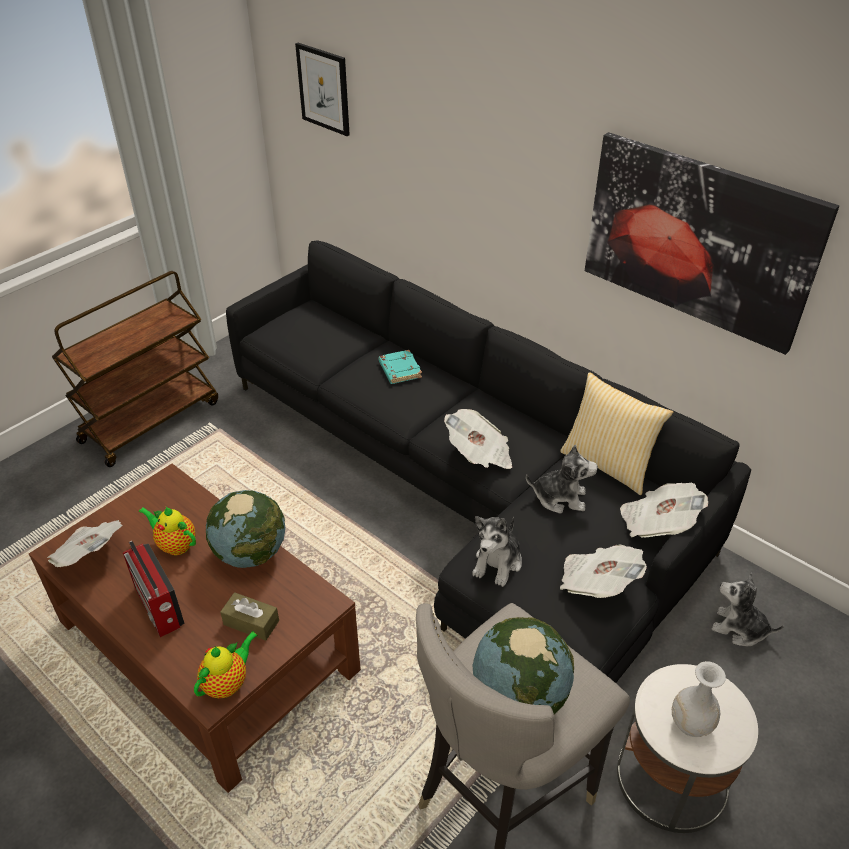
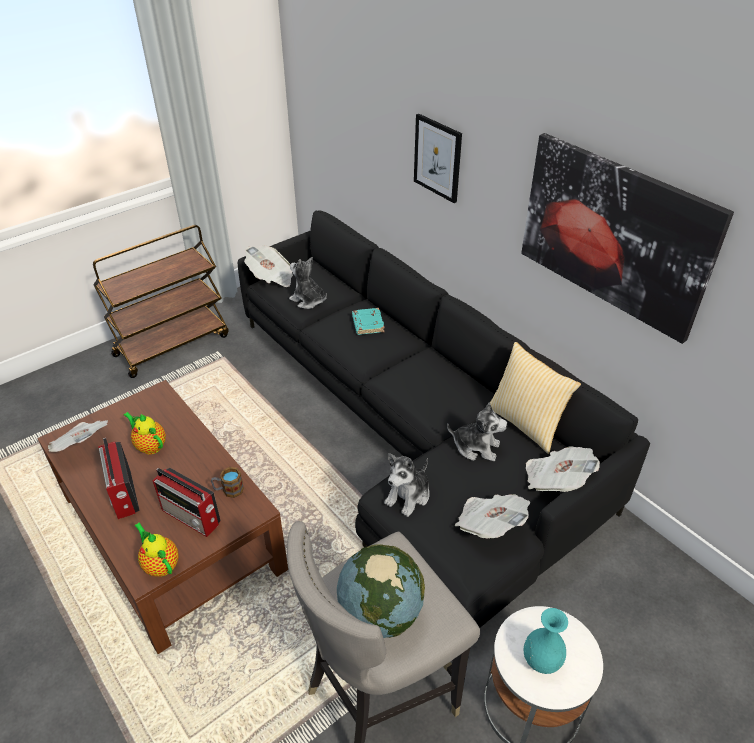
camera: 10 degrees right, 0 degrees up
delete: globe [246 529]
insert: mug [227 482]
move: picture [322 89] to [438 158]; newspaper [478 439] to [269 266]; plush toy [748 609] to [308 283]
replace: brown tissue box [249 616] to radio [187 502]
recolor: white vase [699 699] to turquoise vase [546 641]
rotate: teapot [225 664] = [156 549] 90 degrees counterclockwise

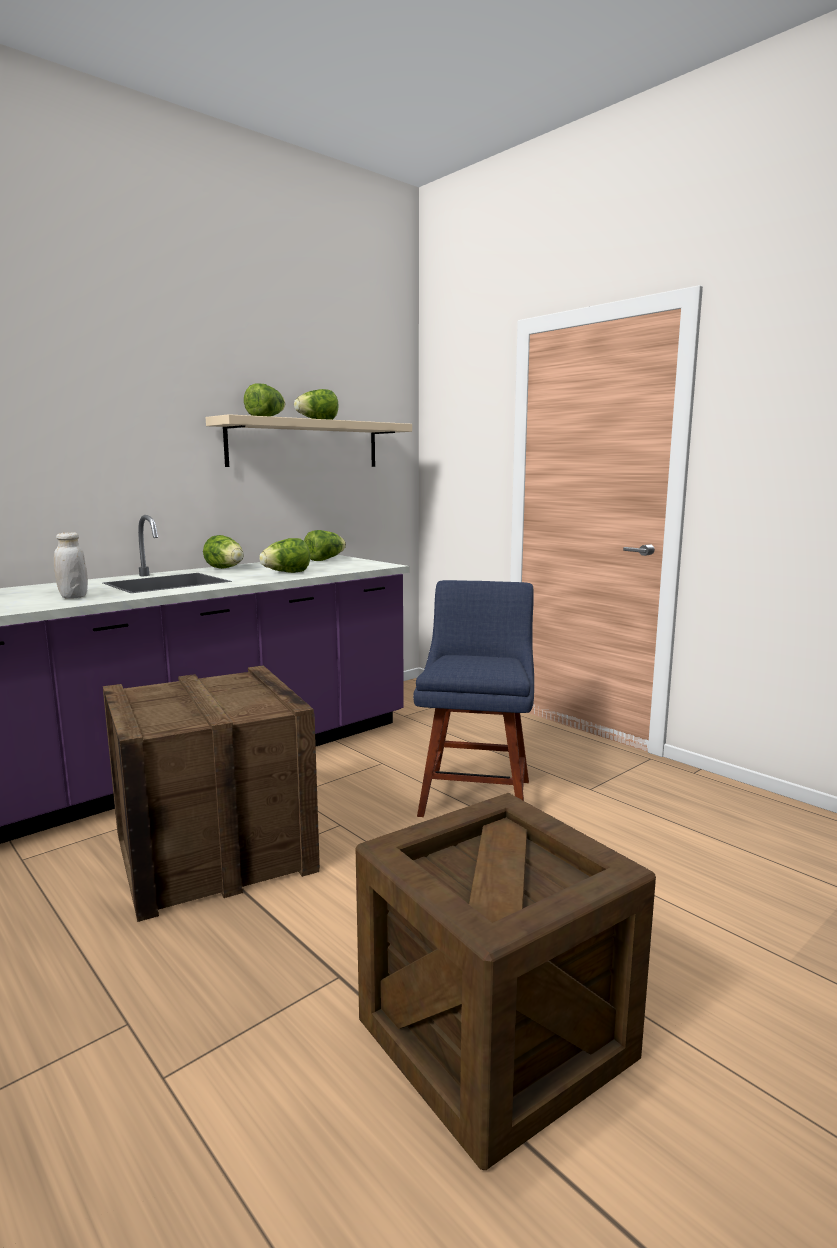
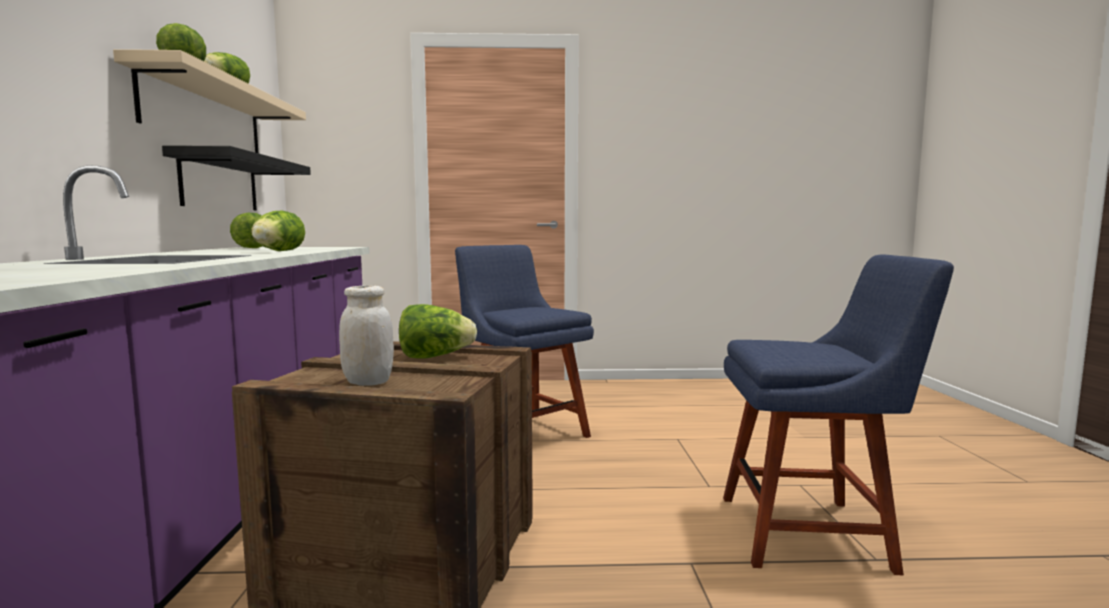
camera: 50 degrees left, 5 degrees down
insert: black shelf [236 177]
move: white jar [71 565] to [366 335]; lettuce [223 552] to [438 331]
replace: crate [506 981] to blue chair [838 414]

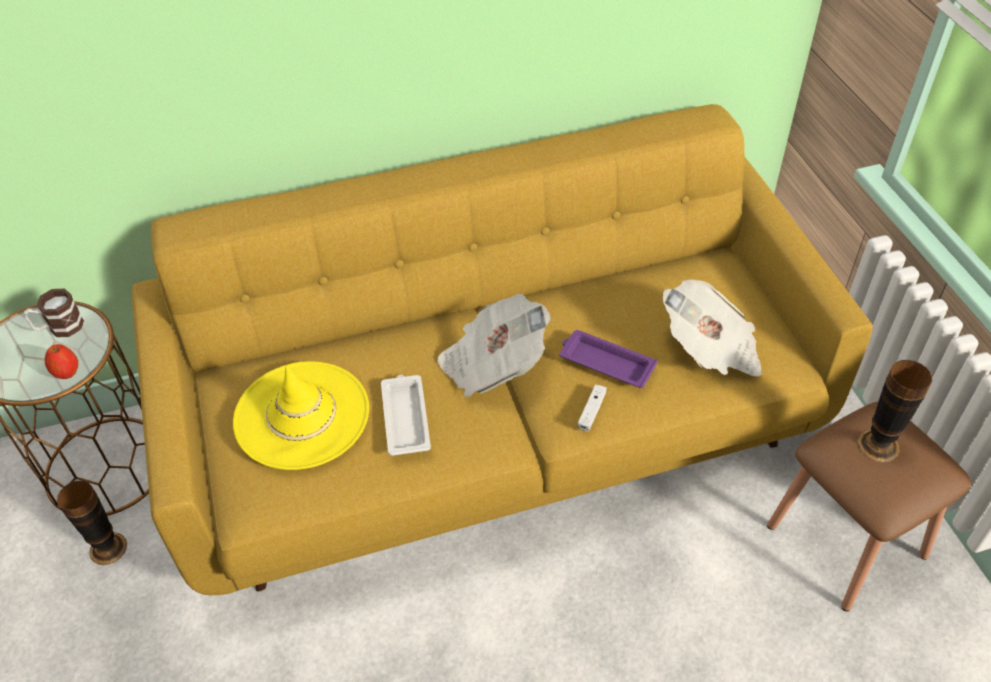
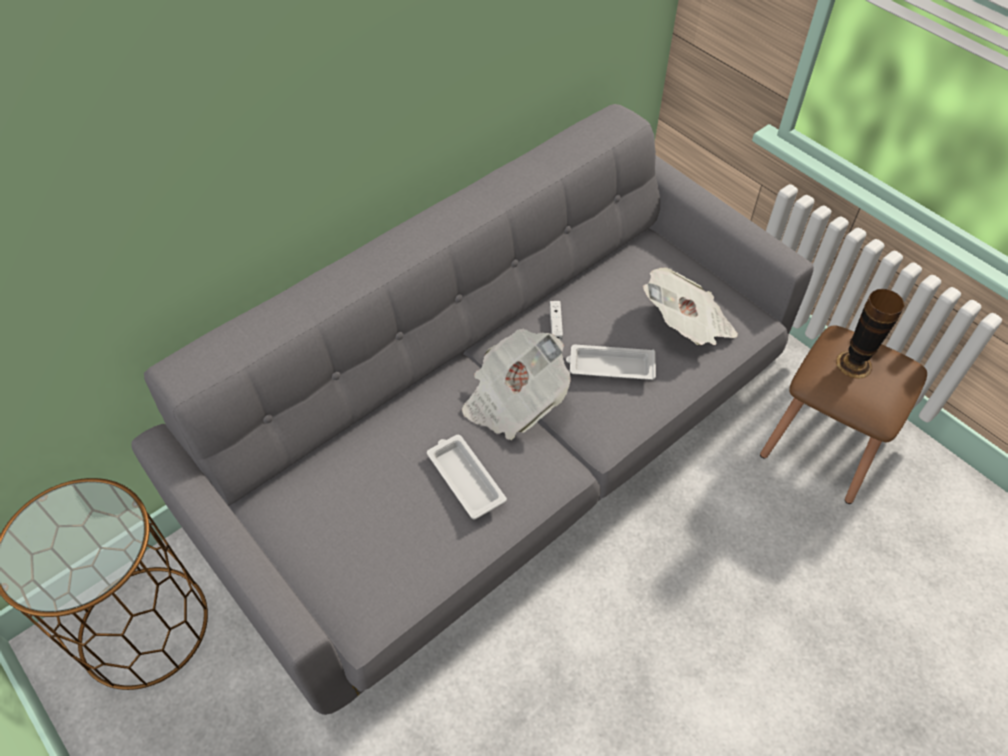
camera: 25 degrees left, 5 degrees up
delete: mug [54 313]; apple [61 361]; vase [92 522]; yellow hat [301 415]
move: white game controller [592 408] to [556 320]
recolor: yellow sofa [502 349] to grey sofa [472 409]; purple tray [608 359] to white tray [611 362]

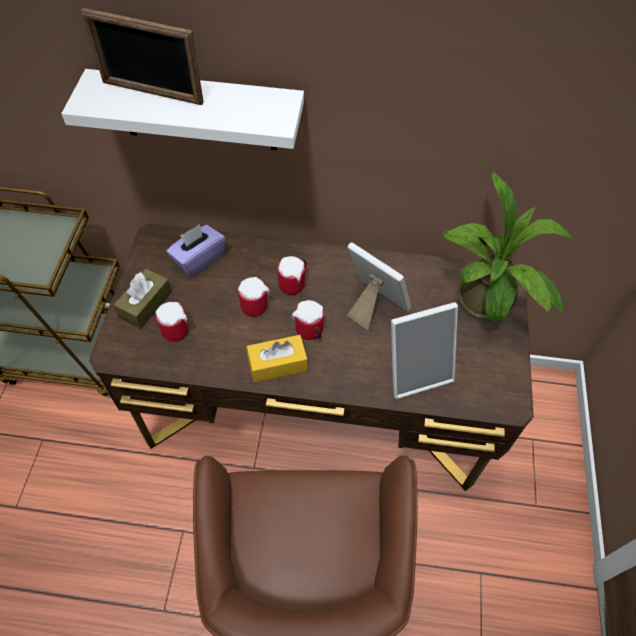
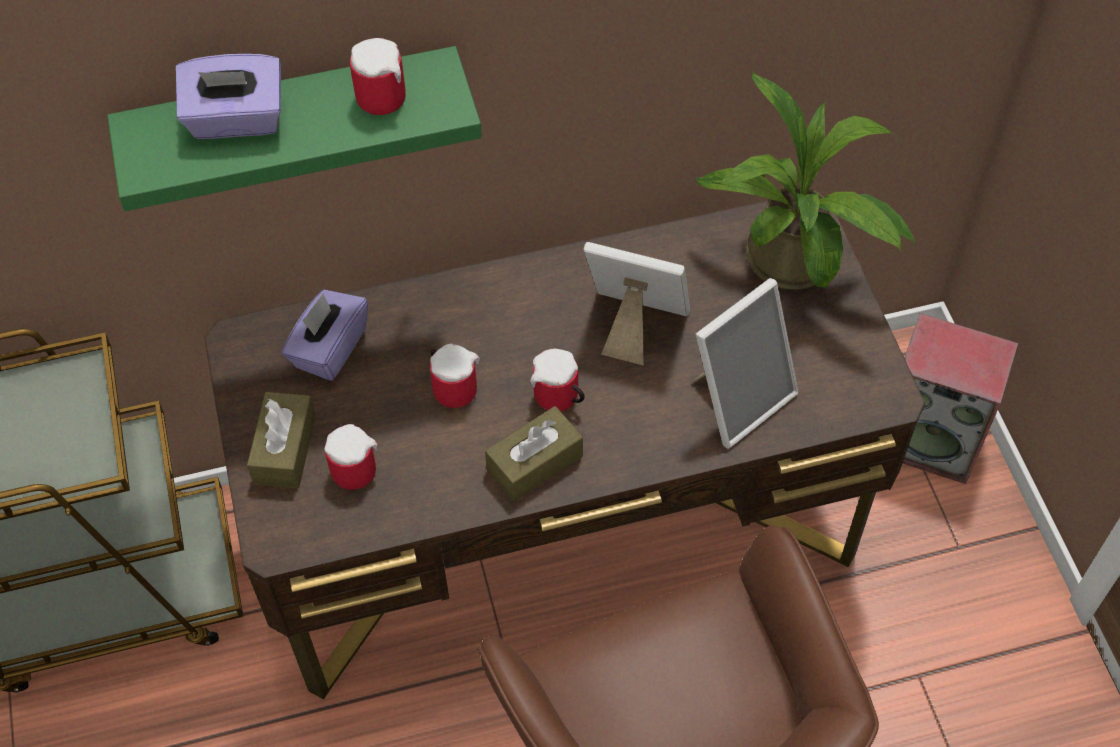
camera: 20 degrees left, 0 degrees up
insert: speaker [960 398]
move: mug [292 275] to [378 76]
replace: picture frame [142 56] to purple tissue box [228 96]
recolor: white shelf [182 109] to green shelf [294 128]; yellow tissue box [277 358] to brown tissue box [534 454]

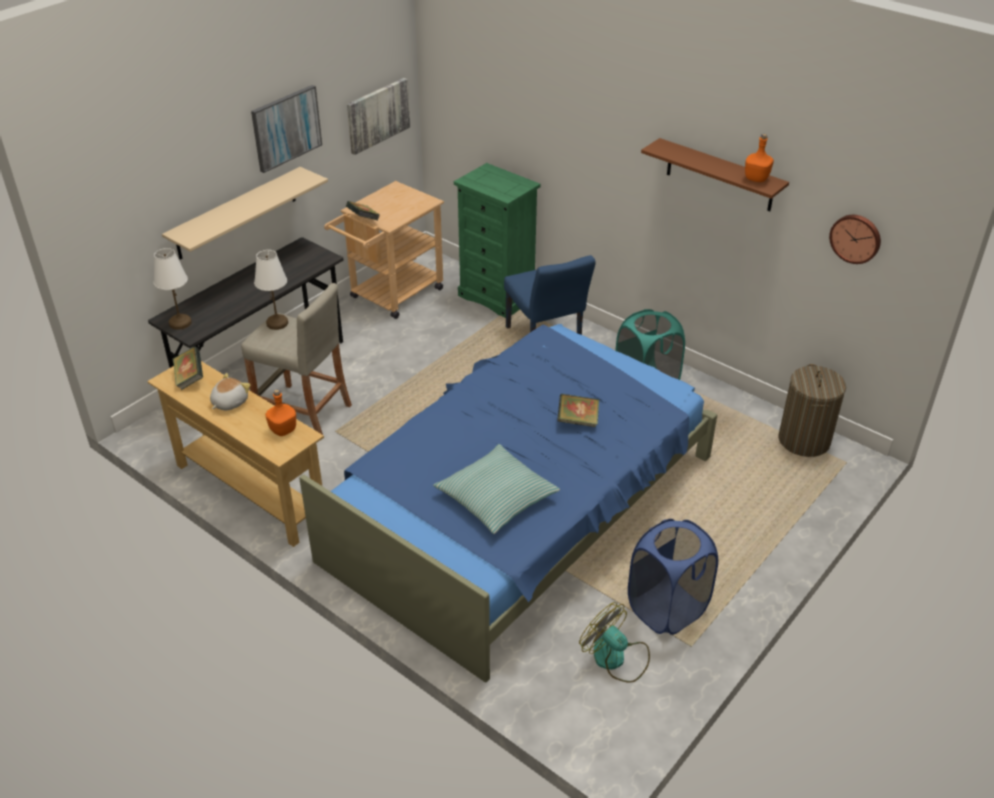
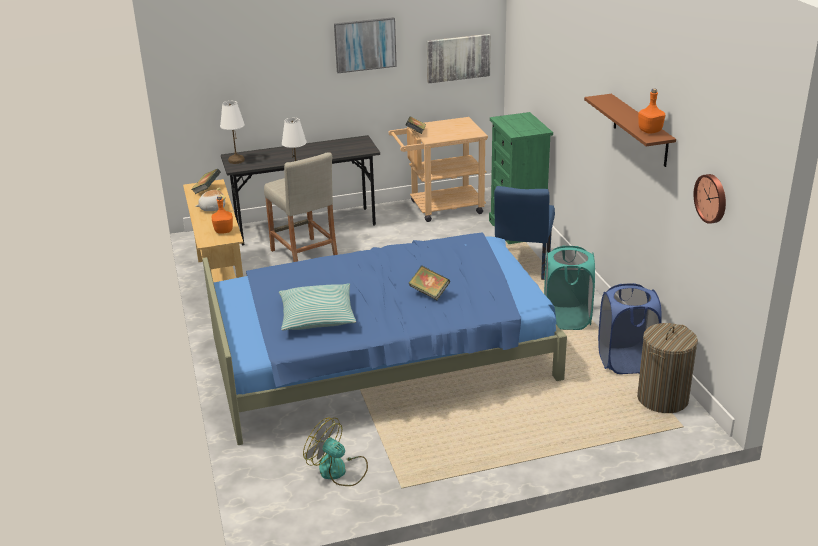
camera: 35 degrees right, 10 degrees down
delete: beige shelf [245 213]
move: blue laundry basket [673 577] to [630 328]
rotate: fan [614 642] = [335 451] 45 degrees counterclockwise

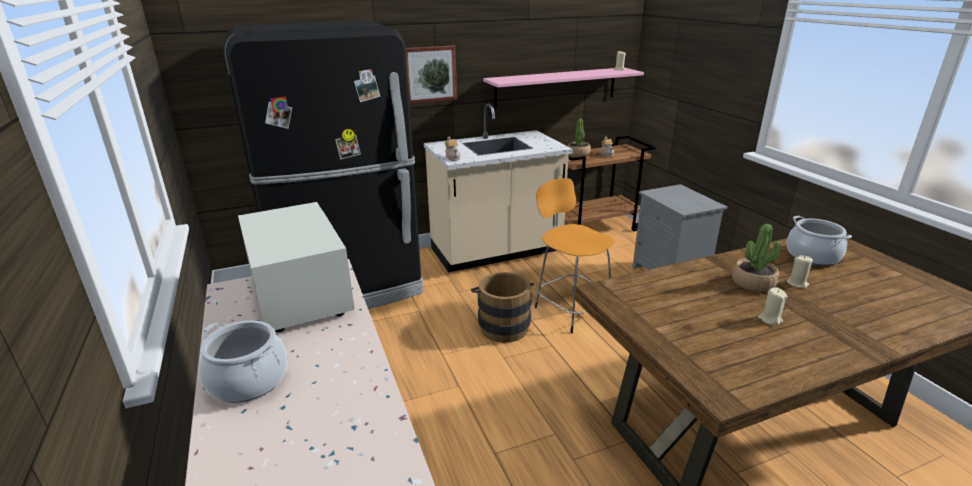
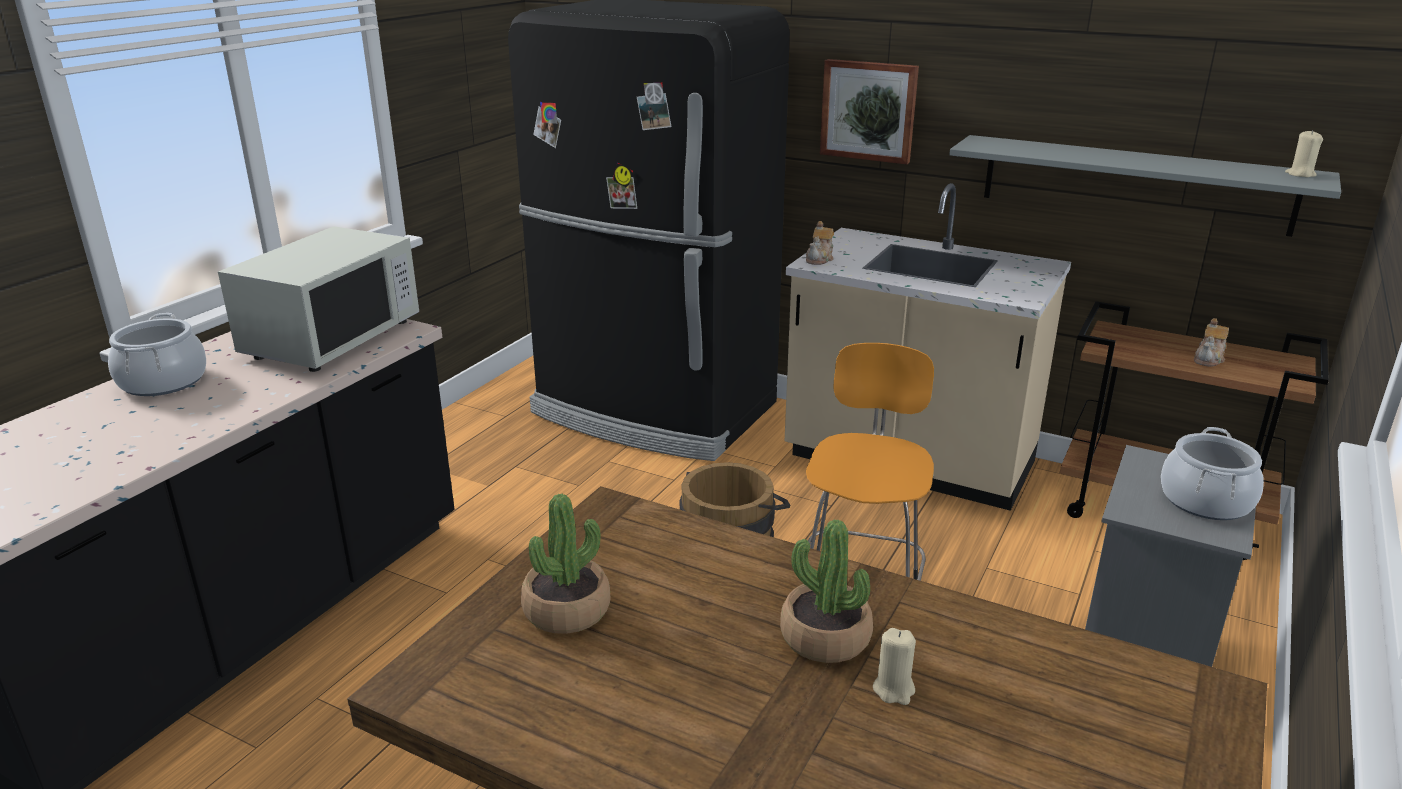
camera: 50 degrees right, 0 degrees up
delete: beige candle [773 306]
move: potted plant [579 138] to [565 564]; cooking pot [819 241] to [1212 473]
recolor: pink shelf [563 88] to grey shelf [1145 186]

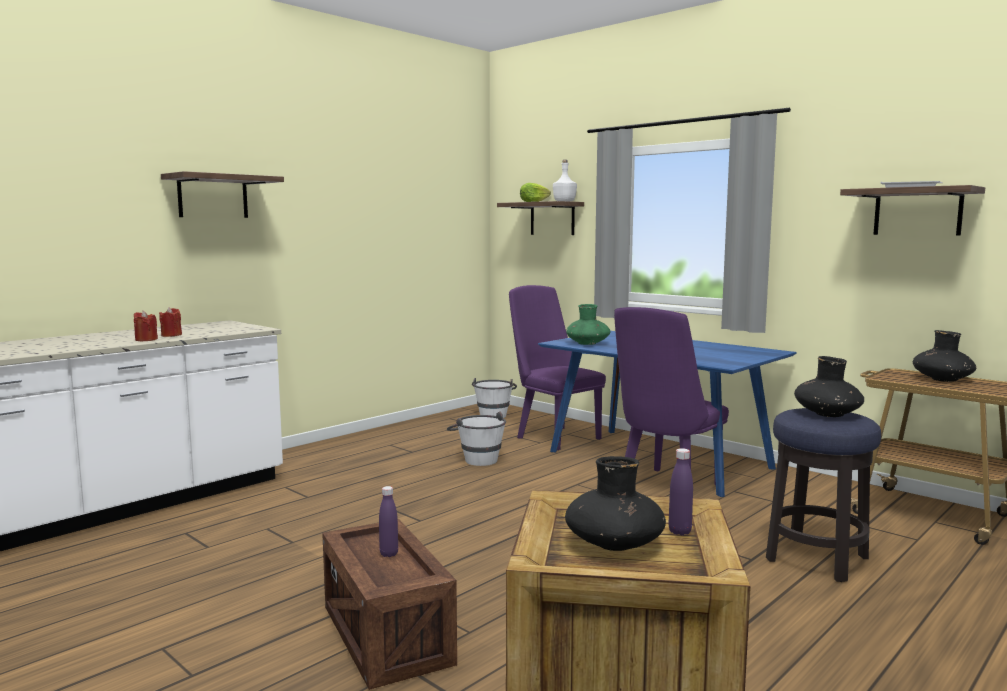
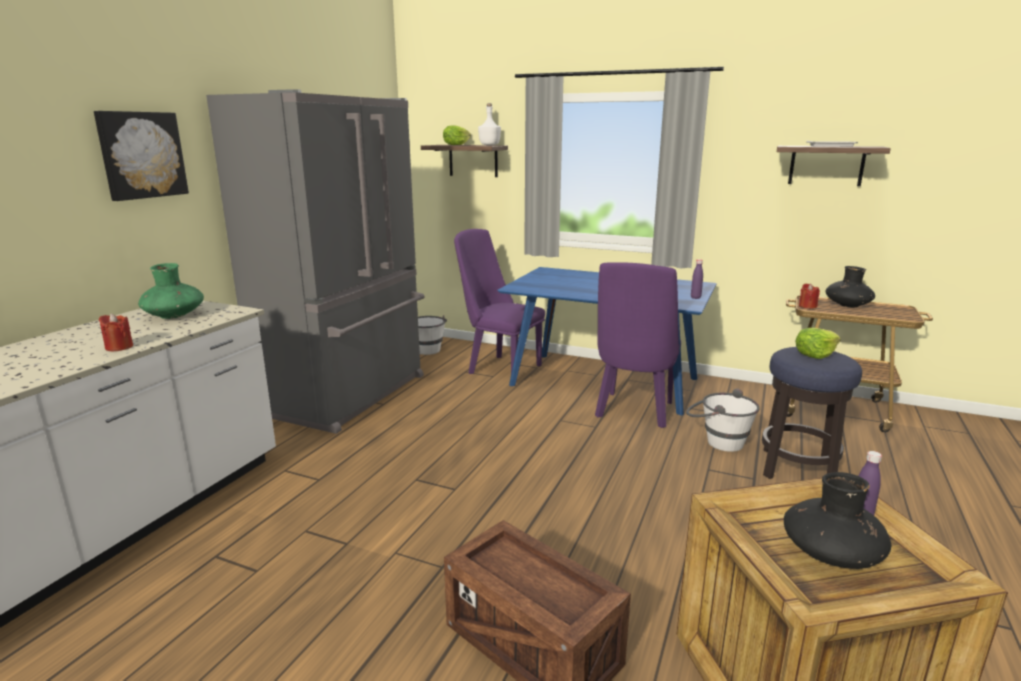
camera: 20 degrees left, 10 degrees up
insert: grey fridge [315 261]
move: red candle [170 322] to [809 296]; purple bottle [388 521] to [697 279]; white bucket [476 438] to [723 420]; green vase [588 324] to [171 291]
replace: shelf [222 194] to picture [141 156]; black vase [829 386] to lettuce [818 343]

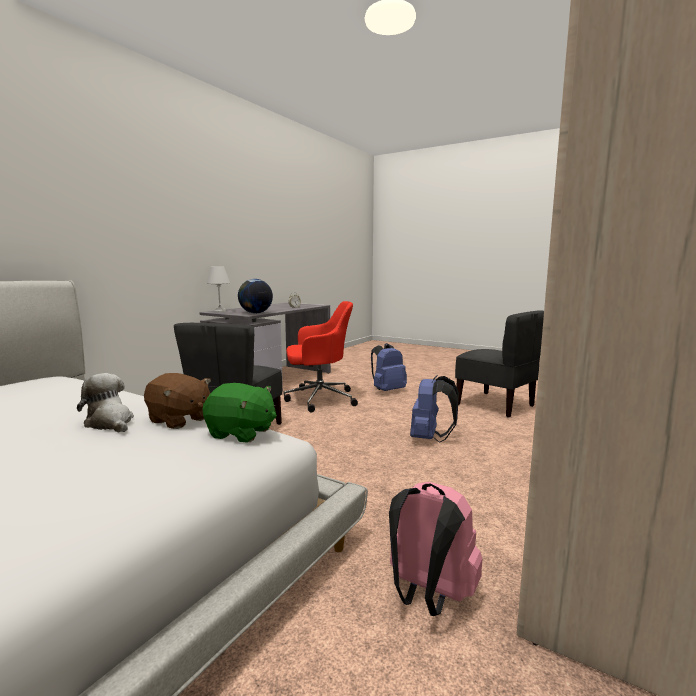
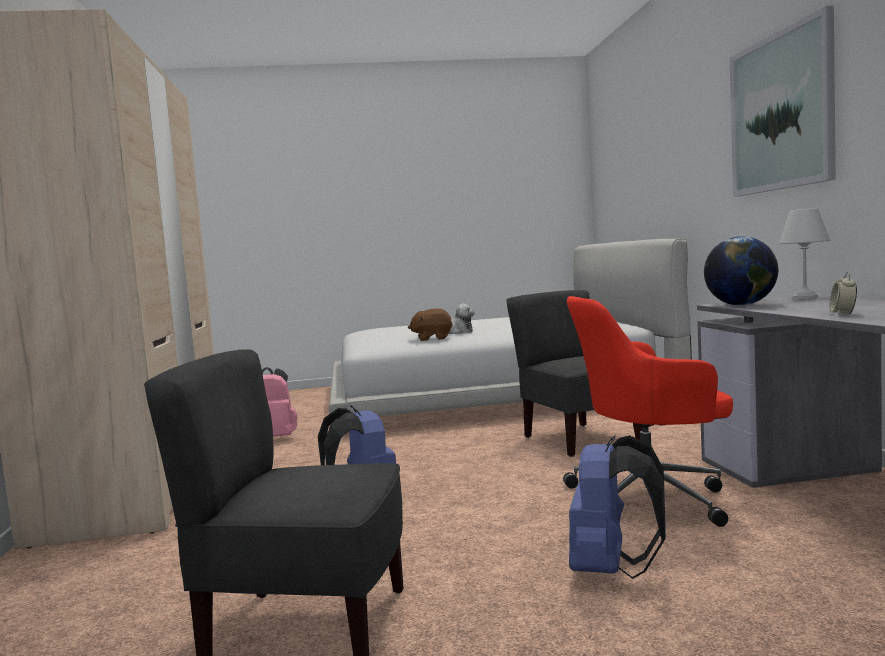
camera: 140 degrees right, 5 degrees down
delete: green plush toy [240 412]
insert: picture [783 101]
rotate: red office chair [321 357] = [648 411] 45 degrees clockwise

